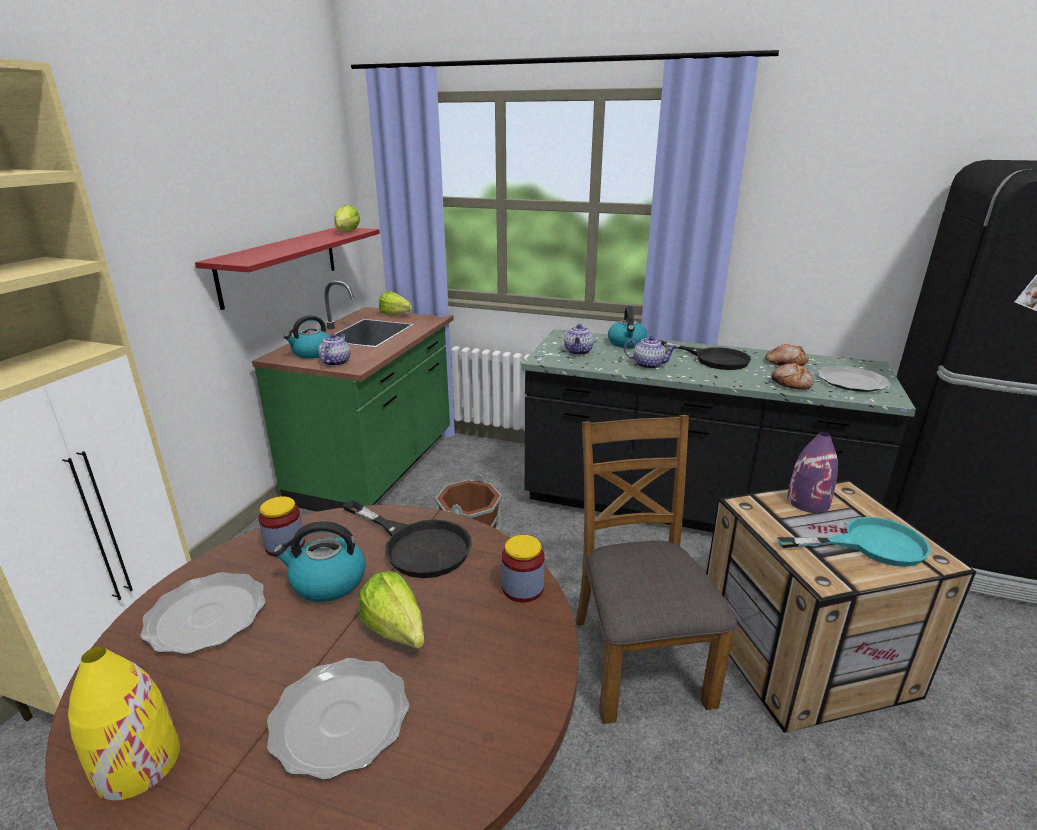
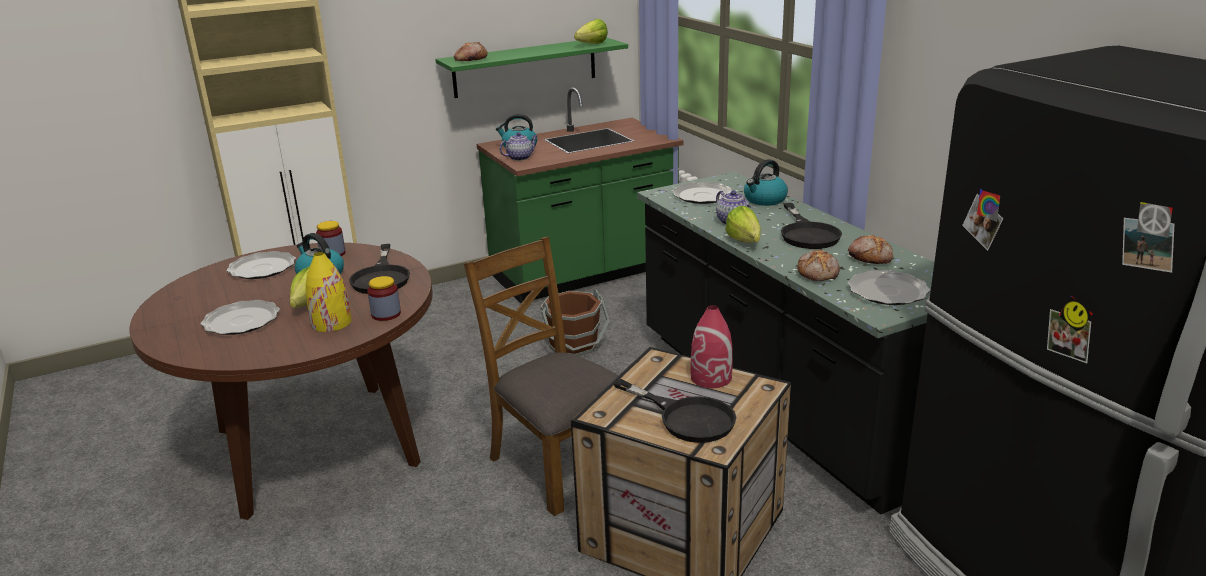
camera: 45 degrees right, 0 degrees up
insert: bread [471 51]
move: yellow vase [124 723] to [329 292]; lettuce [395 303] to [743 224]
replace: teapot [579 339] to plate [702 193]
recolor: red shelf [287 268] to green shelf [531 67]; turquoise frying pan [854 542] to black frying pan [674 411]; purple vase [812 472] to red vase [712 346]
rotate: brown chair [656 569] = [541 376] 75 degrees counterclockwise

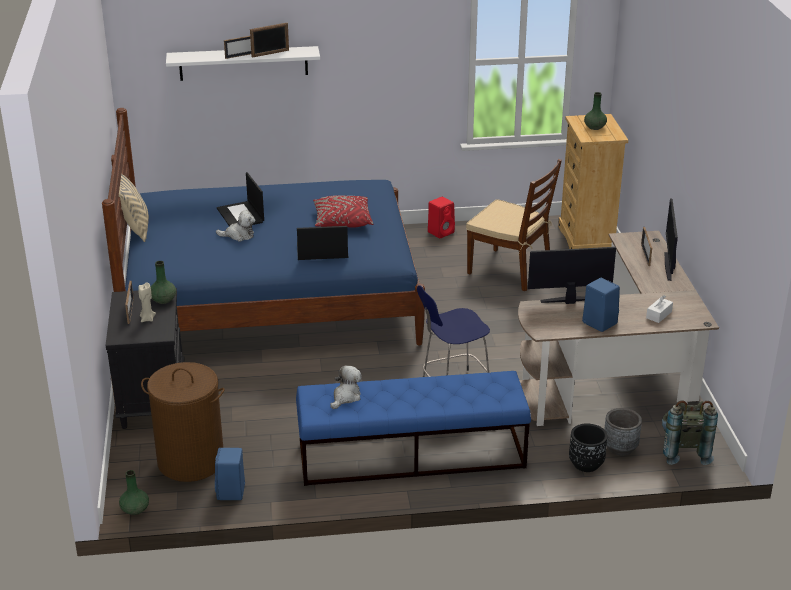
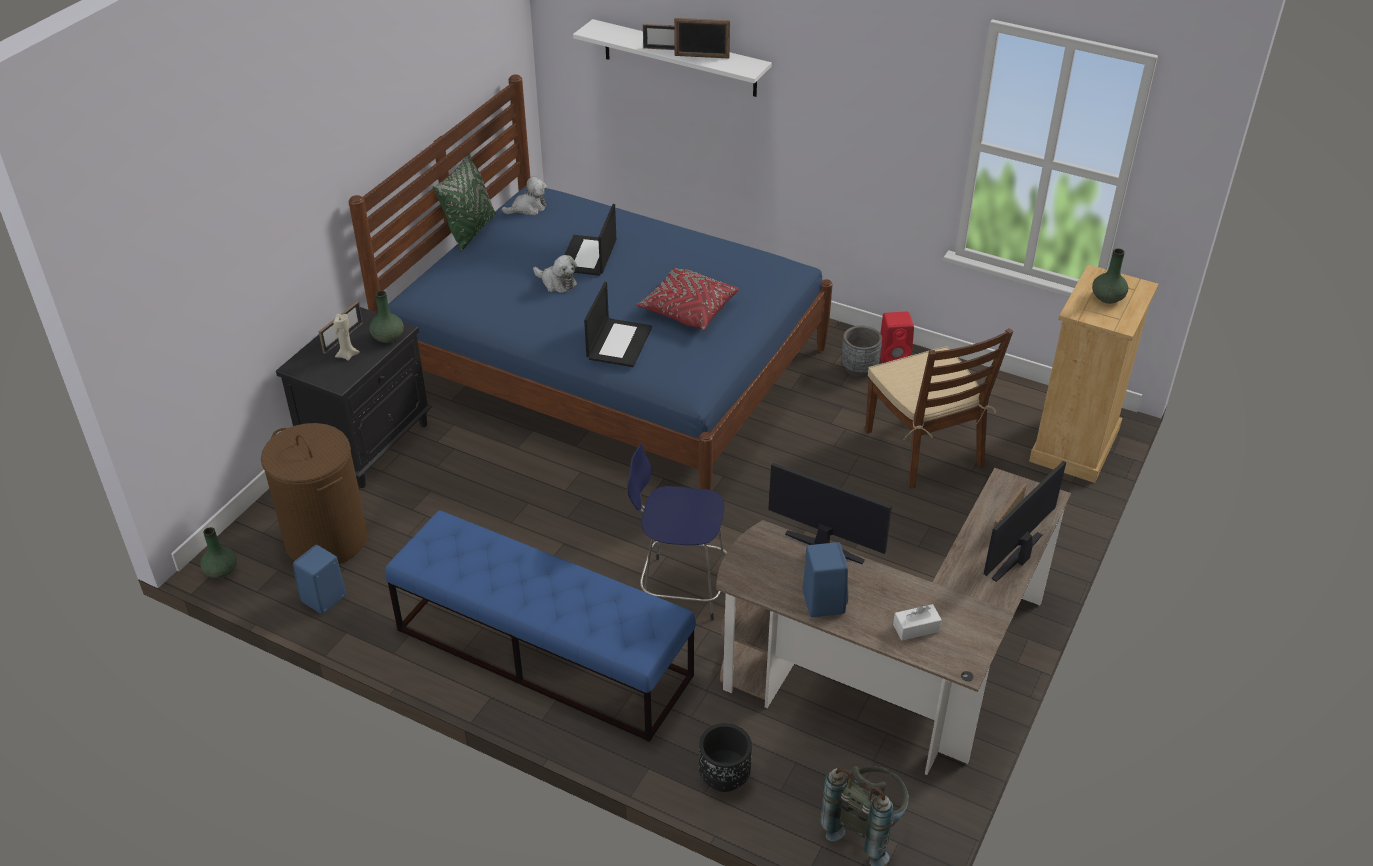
camera: 35 degrees right, 10 degrees up
move: plush toy [346 387] to [524 195]; grey planter [623 432] to [861 351]
recolor: beige pillow [134 208] to green pillow [464 202]
rotate: laptop [322 243] = [618 324] 75 degrees clockwise

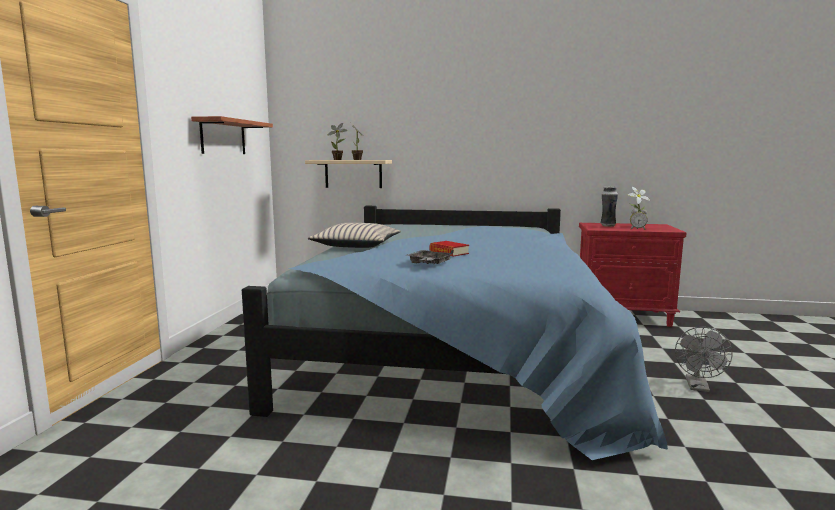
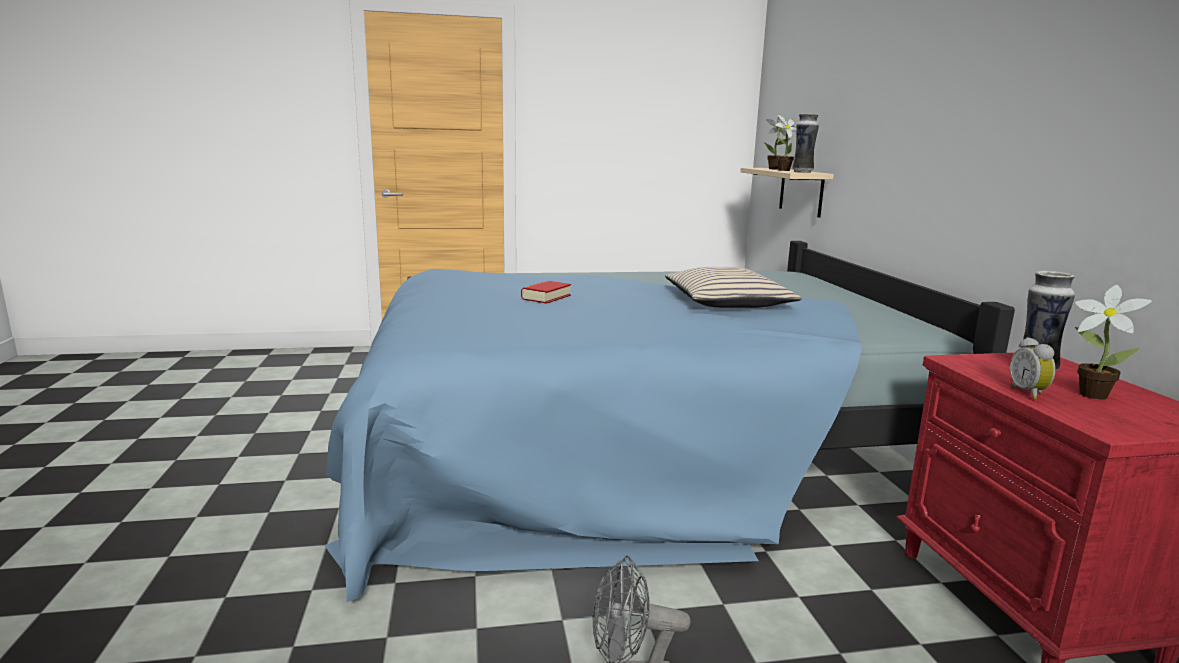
camera: 70 degrees right, 5 degrees up
delete: shelf [232 135]; grey tray [430 257]
insert: vase [805 143]
move: beige pillow [354 235] to [733 287]

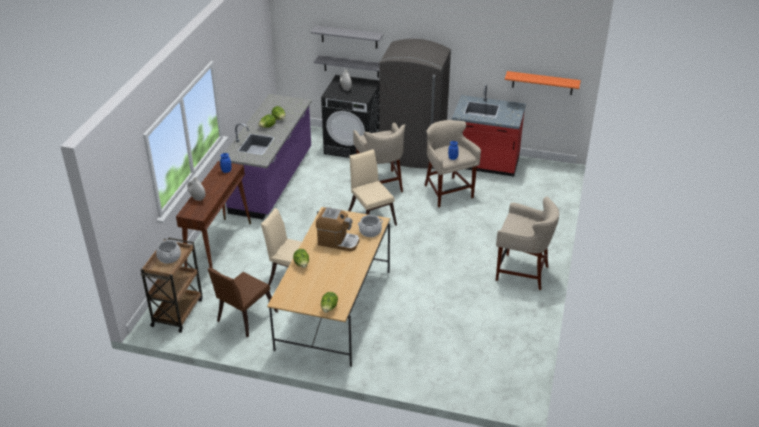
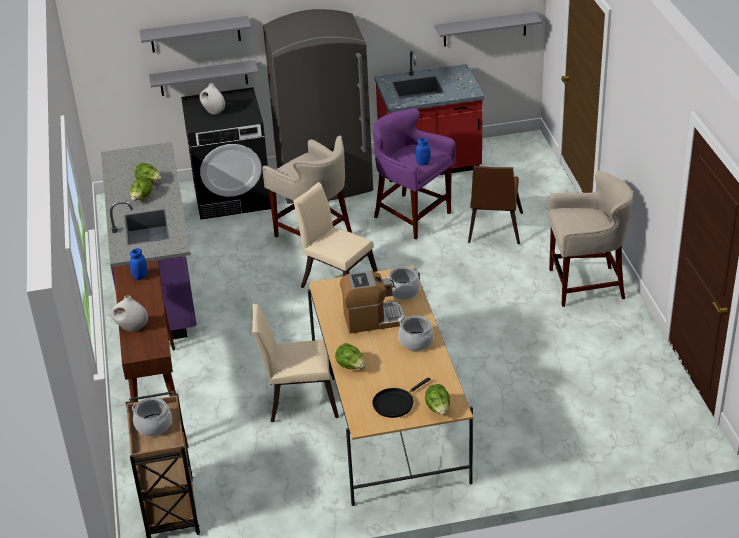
camera: 25 degrees left, 0 degrees up
insert: black frying pan [401 397]; cooking pot [416 333]
move: brown chair [243 303] to [495 205]
recolor: beige stool [452 163] to purple stool [414 174]; orange shelf [543 83] to grey shelf [488 29]

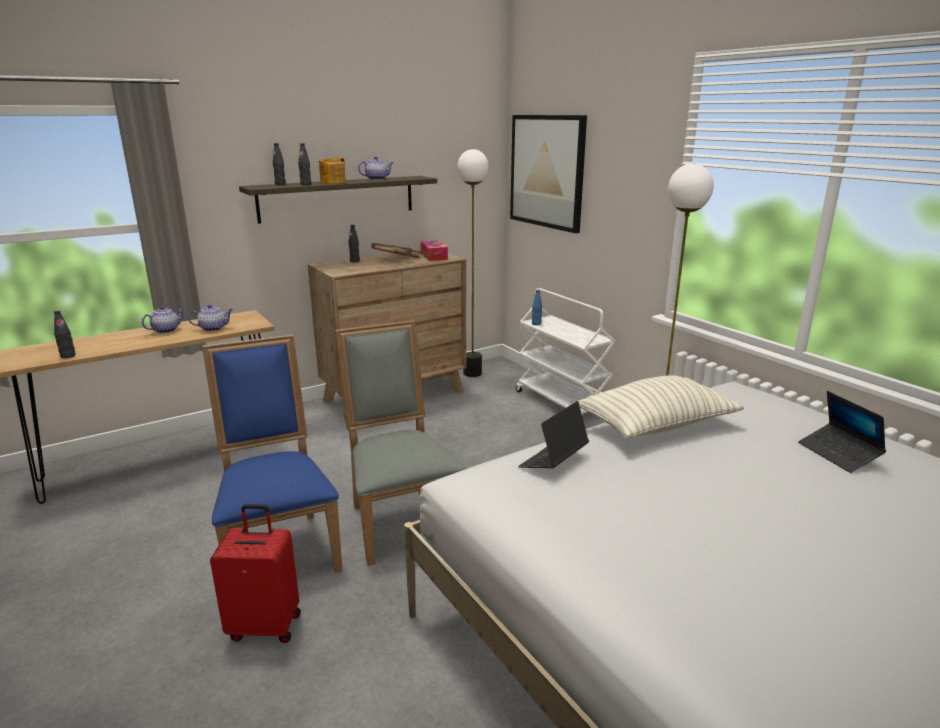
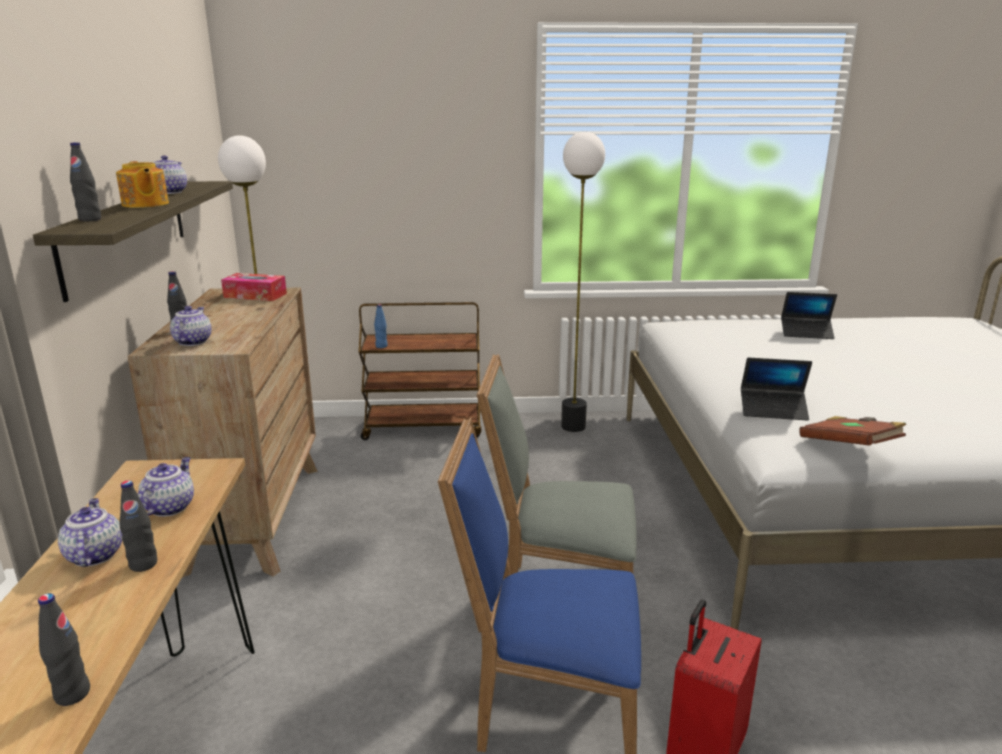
camera: 60 degrees left, 0 degrees up
delete: picture [548 174]; pillow [661 407]
insert: teapot [190 326]
move: black bottle [304 164] to [138 526]; brown book [396 250] to [852 430]
recolor: white cart [566 351] to brown cart [420 371]
rotate: laptop [553 434] = [776 389] 60 degrees counterclockwise

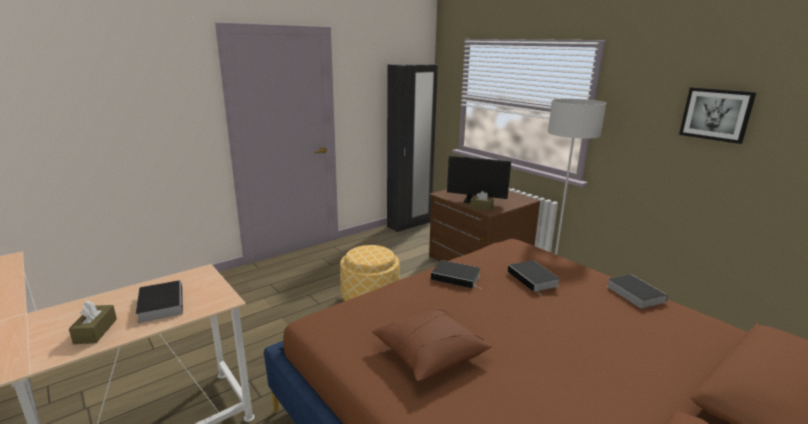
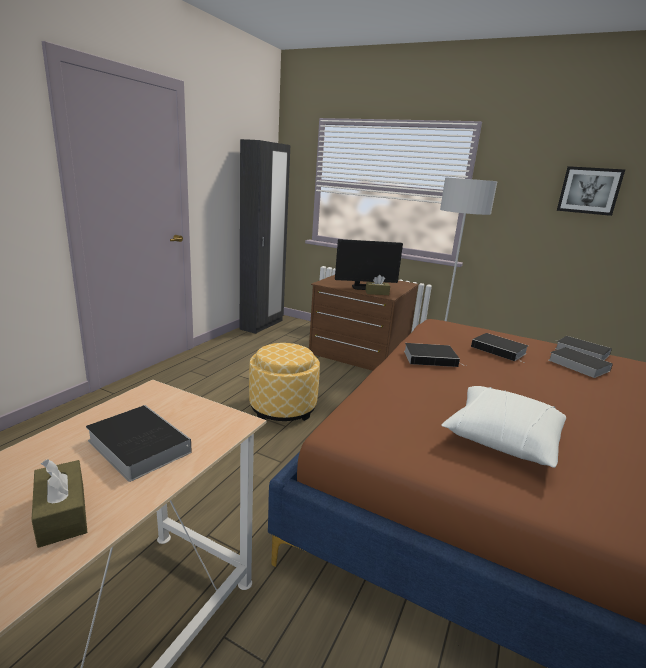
camera: 25 degrees left, 0 degrees up
insert: book [581 362]
recolor: brown pillow [431 344] to white pillow [503 427]

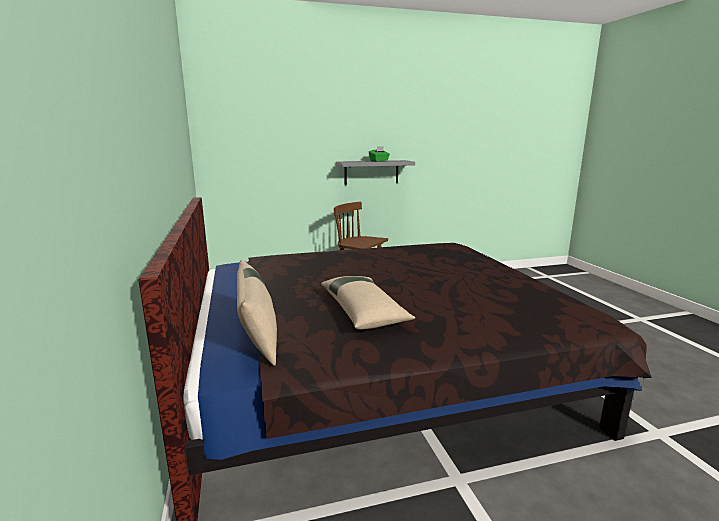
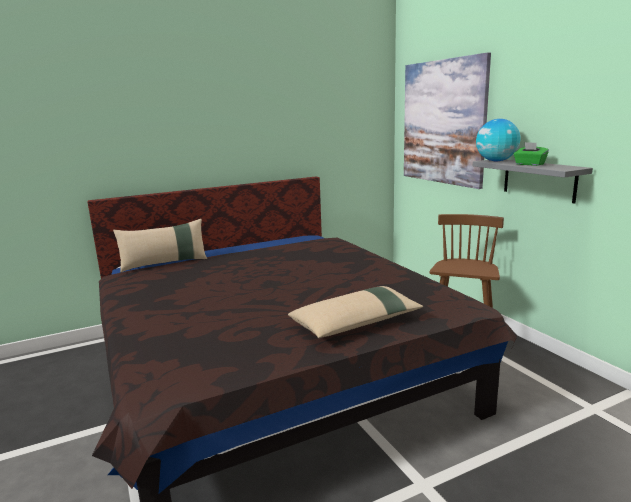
camera: 80 degrees right, 0 degrees up
insert: picture [447 120]; globe [498 140]
move: beige pillow [368 303] to [355 312]

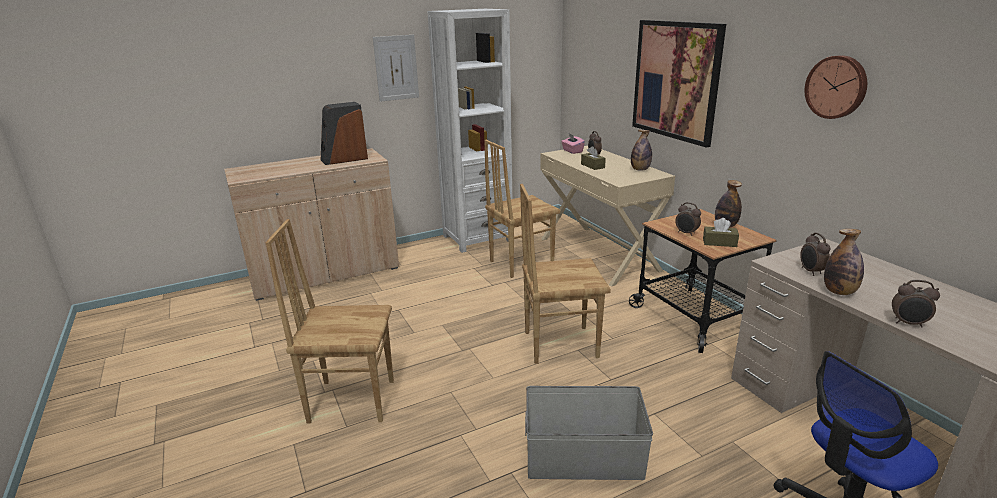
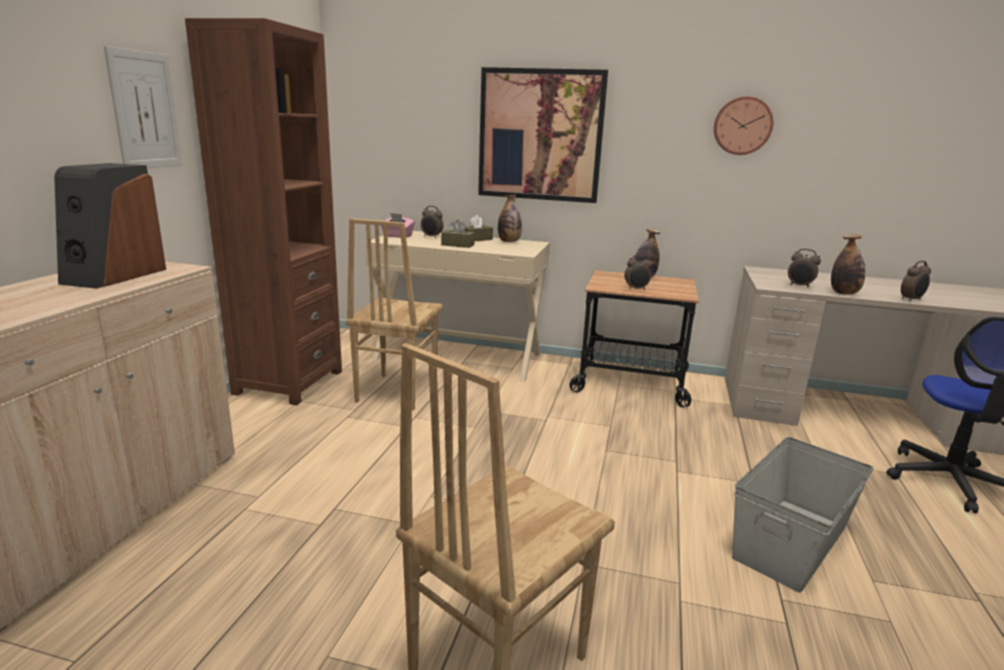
camera: 50 degrees left, 5 degrees down
delete: brown chair [565 274]
move: brown tissue box [721 232] to [479 228]
recolor: white bookcase [469 131] to brown bookcase [263 211]

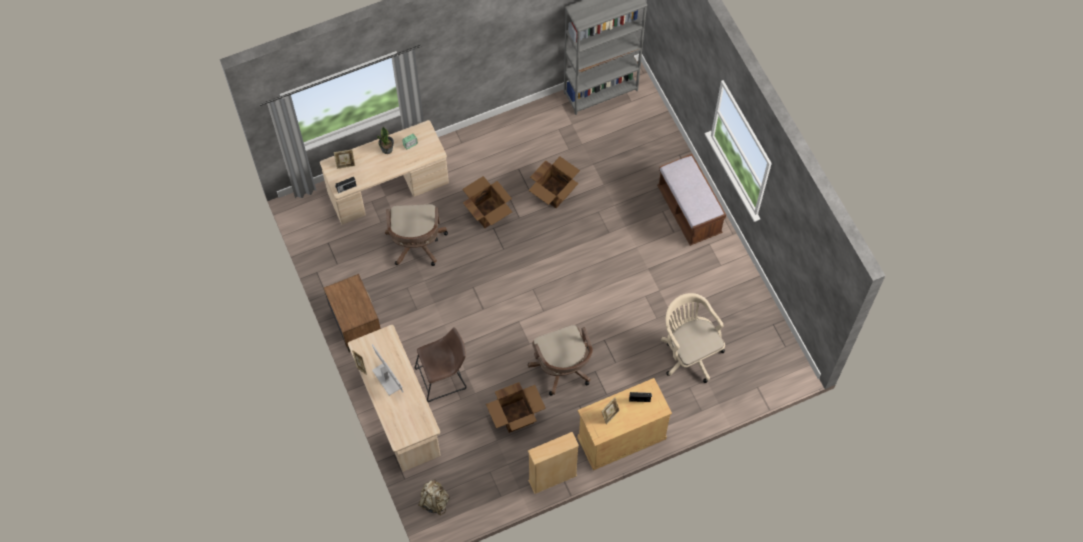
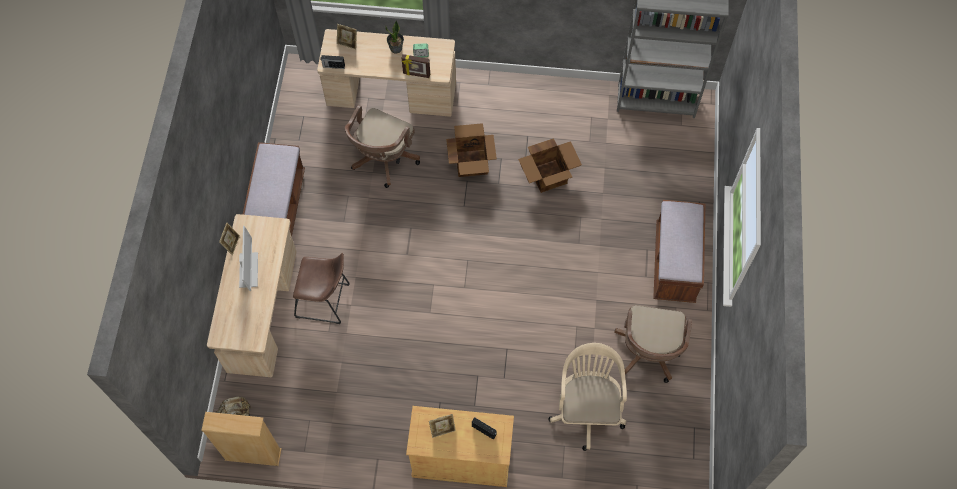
camera: 30 degrees right, 0 degrees up
delete: cardboard box [516 407]
insert: picture frame [416 66]
move: brown office chair [560 360] to [653 344]; beige bookcase [553 463] to [241 439]
replace: brown nightstand [352 313] to brown bench [273 189]

